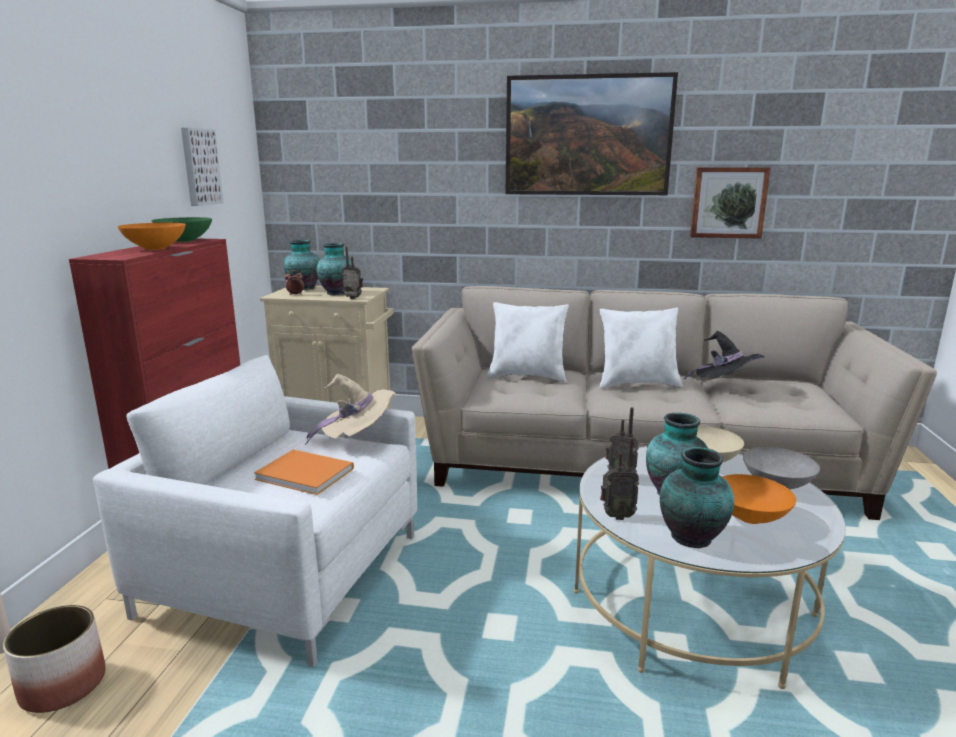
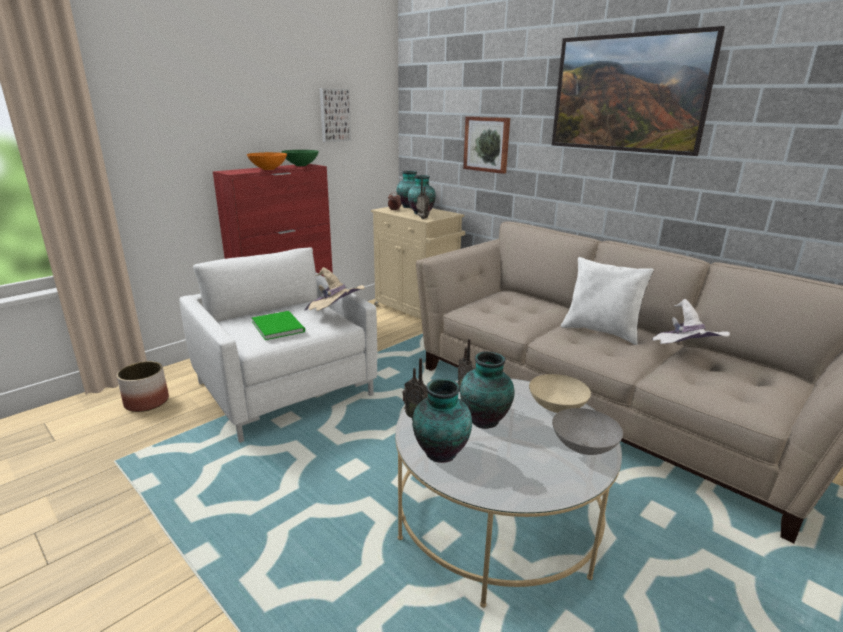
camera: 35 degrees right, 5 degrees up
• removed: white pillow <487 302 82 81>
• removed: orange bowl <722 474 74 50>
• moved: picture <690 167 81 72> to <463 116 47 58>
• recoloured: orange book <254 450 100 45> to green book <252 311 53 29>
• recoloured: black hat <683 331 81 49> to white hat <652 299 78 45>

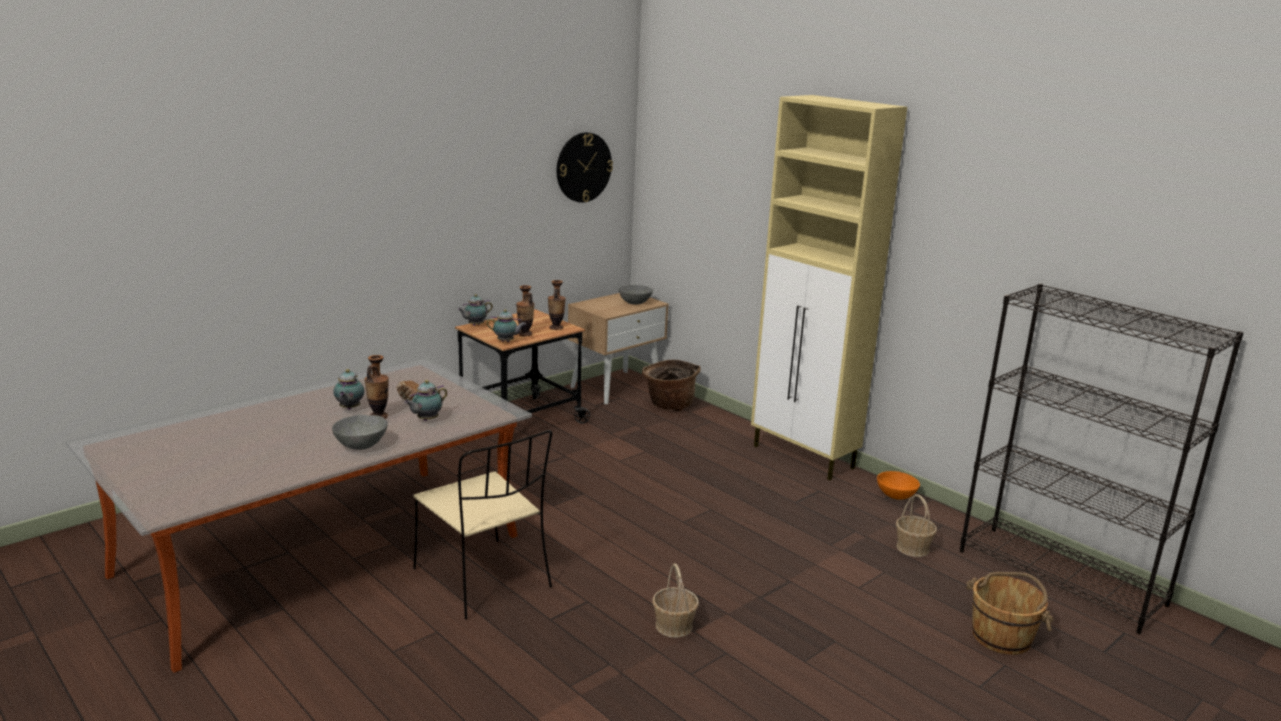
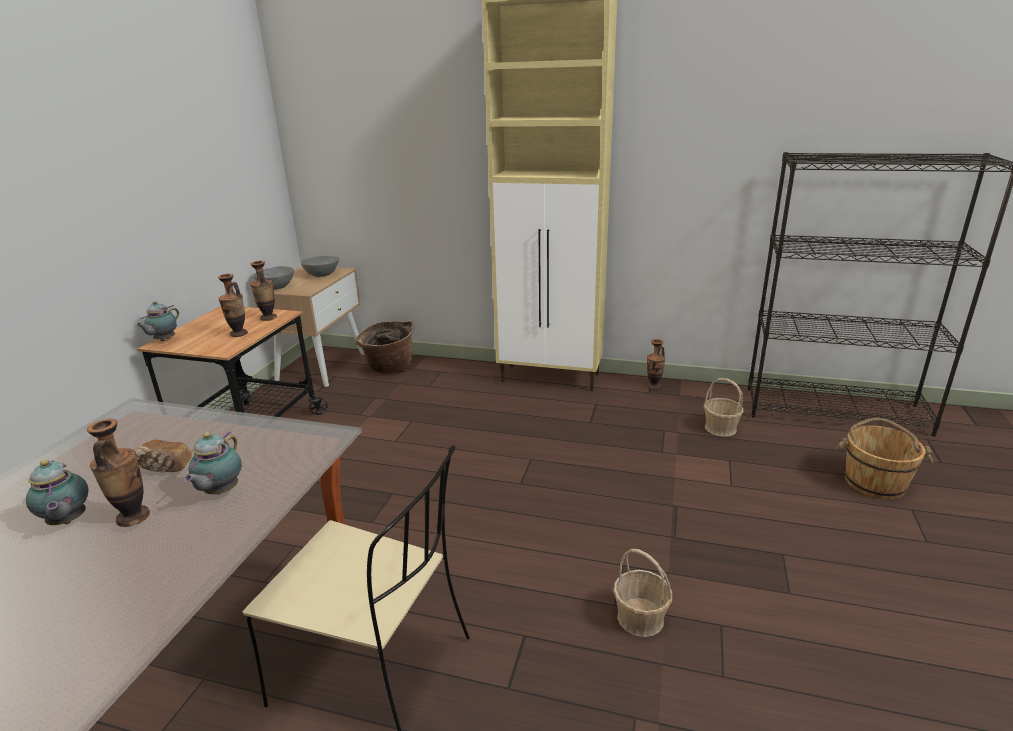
camera: 30 degrees left, 5 degrees up
• removed: teapot <487 309 39 33>
• removed: wall clock <557 132 56 71>
• moved: grey bowl <332 415 56 35> to <254 266 40 24>
• replaced: orange bowl <877 471 43 29> to vase <647 339 18 50>

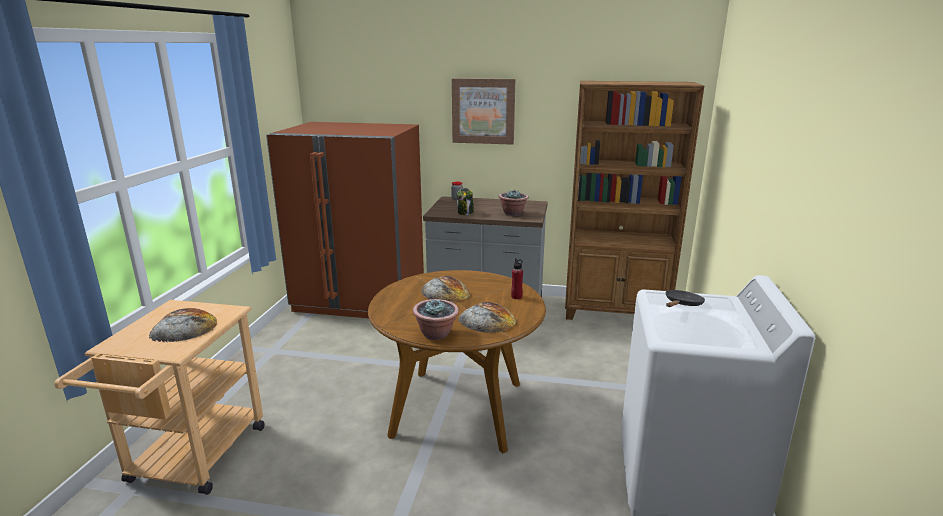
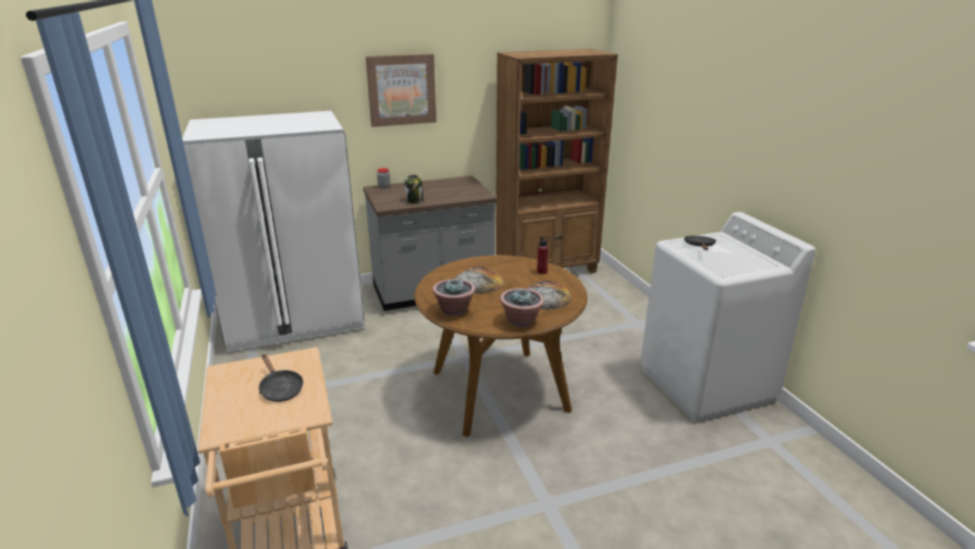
camera: 30 degrees left, 5 degrees up
• moved: potted plant <499 190 30 26> to <432 278 43 39>
• replaced: bread <149 308 68 34> to black frying pan <259 354 44 48>
• recoloured: brown fridge <266 122 158 196> to white fridge <182 111 182 241>

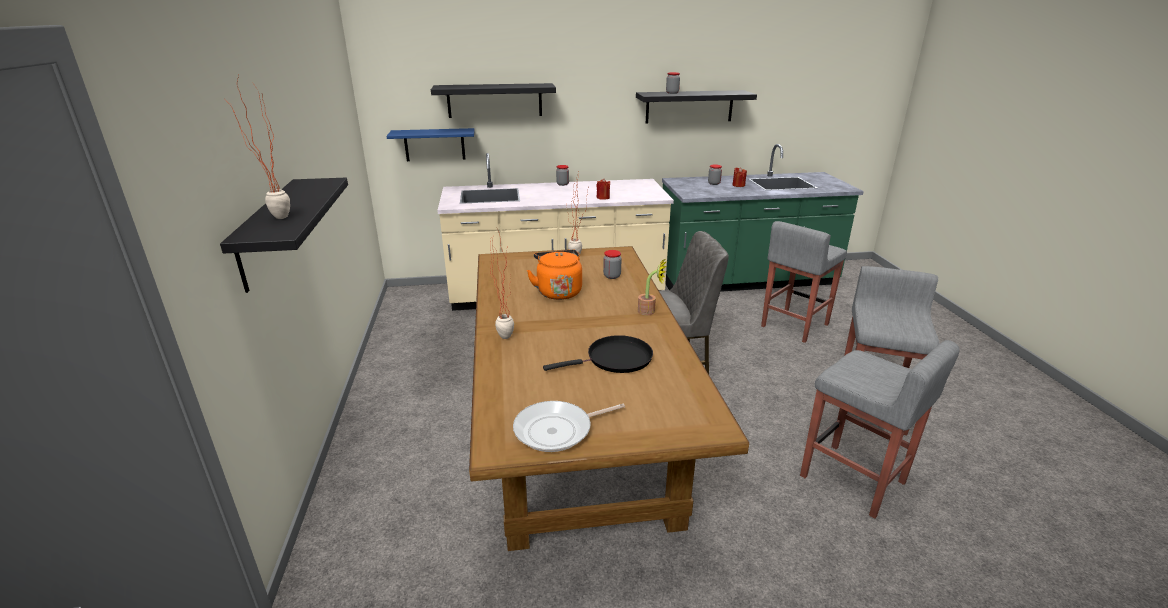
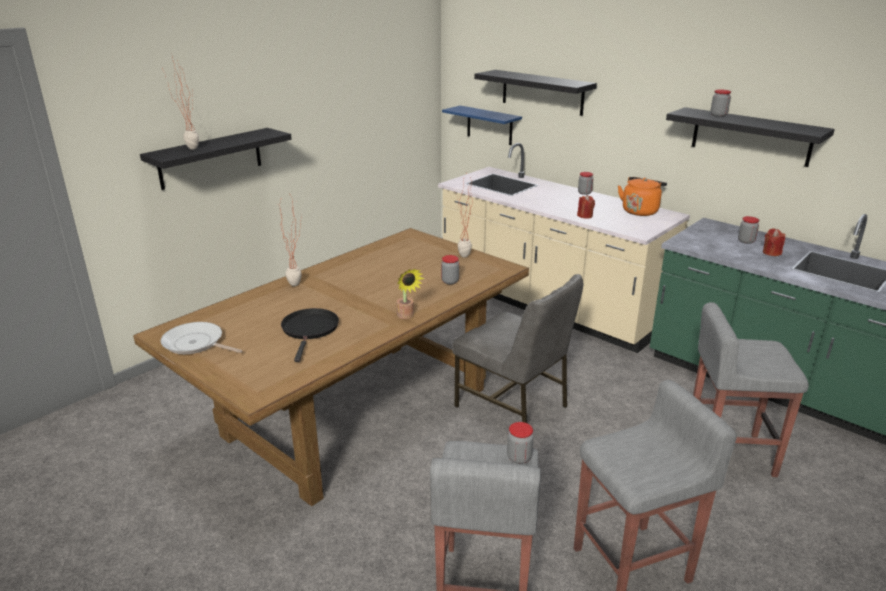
camera: 50 degrees right, 0 degrees up
• added: jar <507 422 27 42>
• moved: orange kettle <527 250 55 50> to <618 177 49 39>
• turned: black frying pan <543 335 110 38> = <281 308 58 54> 120 degrees counterclockwise

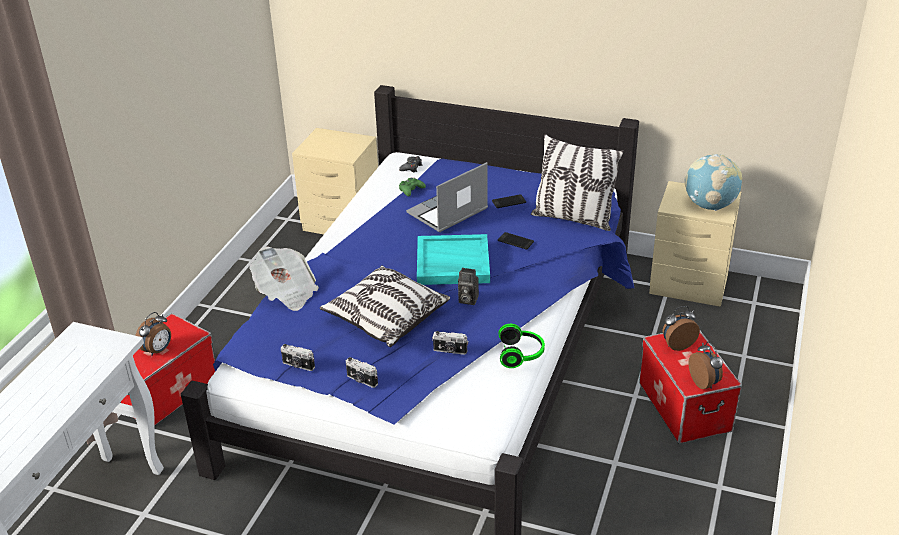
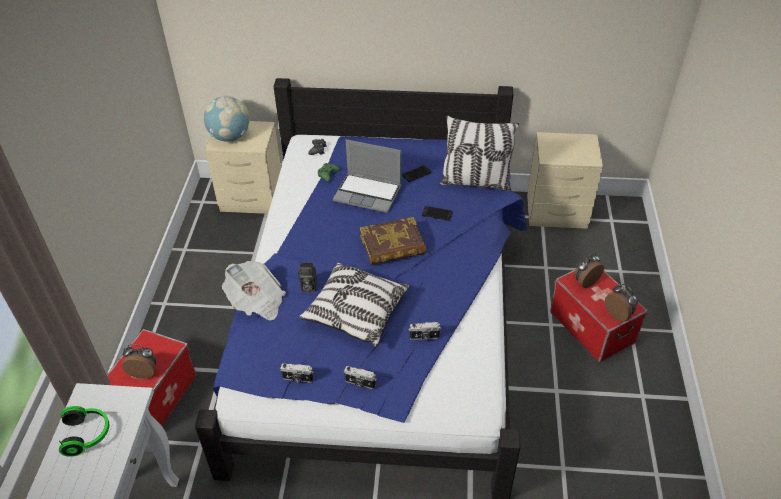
camera: 15 degrees left, 10 degrees up
• moved: photo camera <458 268 21 37> to <298 262 19 30>
• moved: headphones <499 324 46 44> to <59 406 50 51>
• moved: globe <684 154 58 57> to <203 96 47 46>
• replaced: turquoise tray <417 234 73 51> to book <360 217 66 48>
• turned: alarm clock <135 312 36 44> = <122 344 34 35> 105 degrees counterclockwise
• turned: laptop <406 162 82 70> = <333 139 69 74> 105 degrees counterclockwise

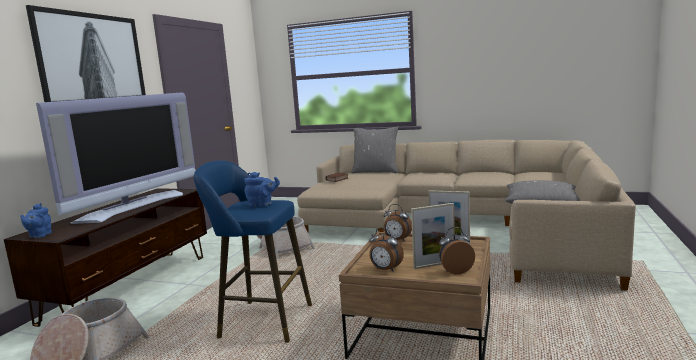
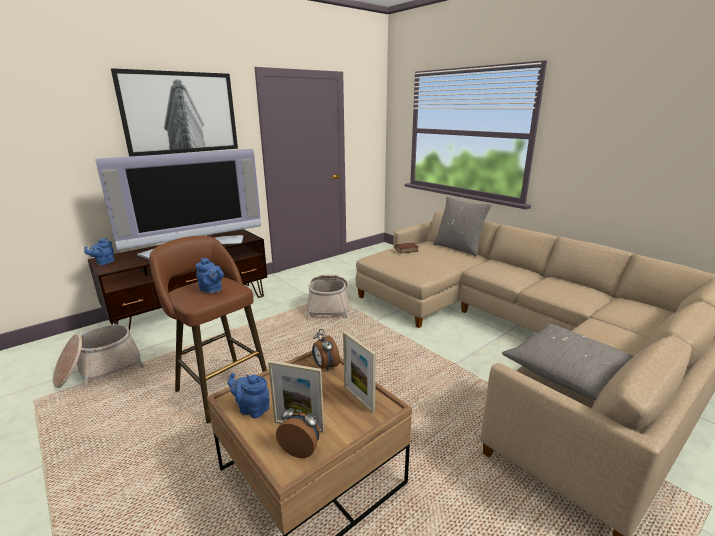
camera: 30 degrees right, 10 degrees up
• replaced: alarm clock <369 228 35 44> to blue teapot <228 373 42 45>
• recoloured: blue stool <194 160 118 183> to brown stool <149 236 118 187>

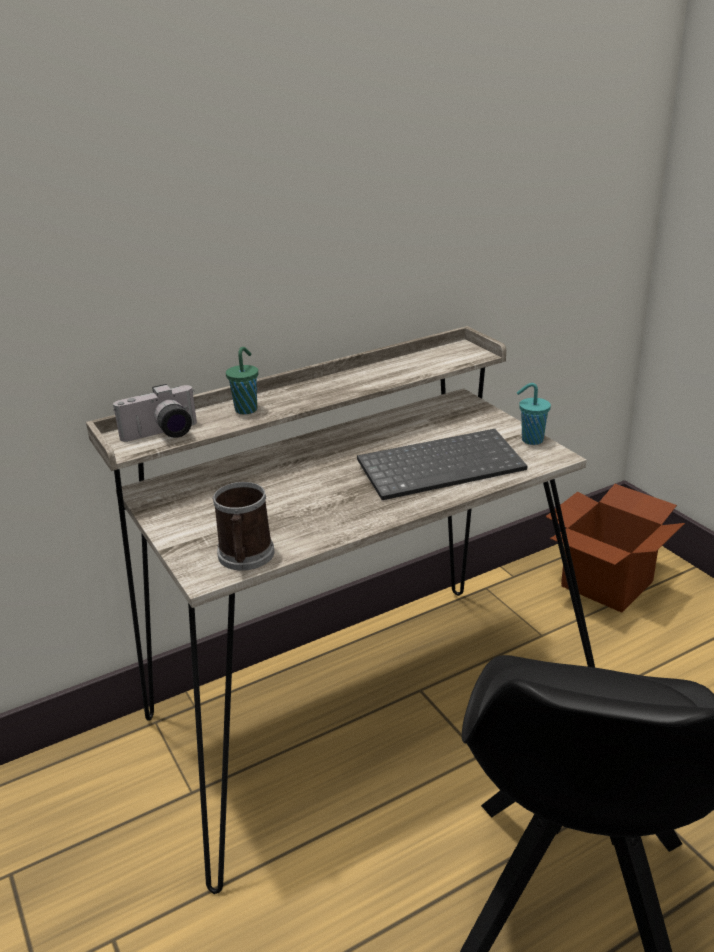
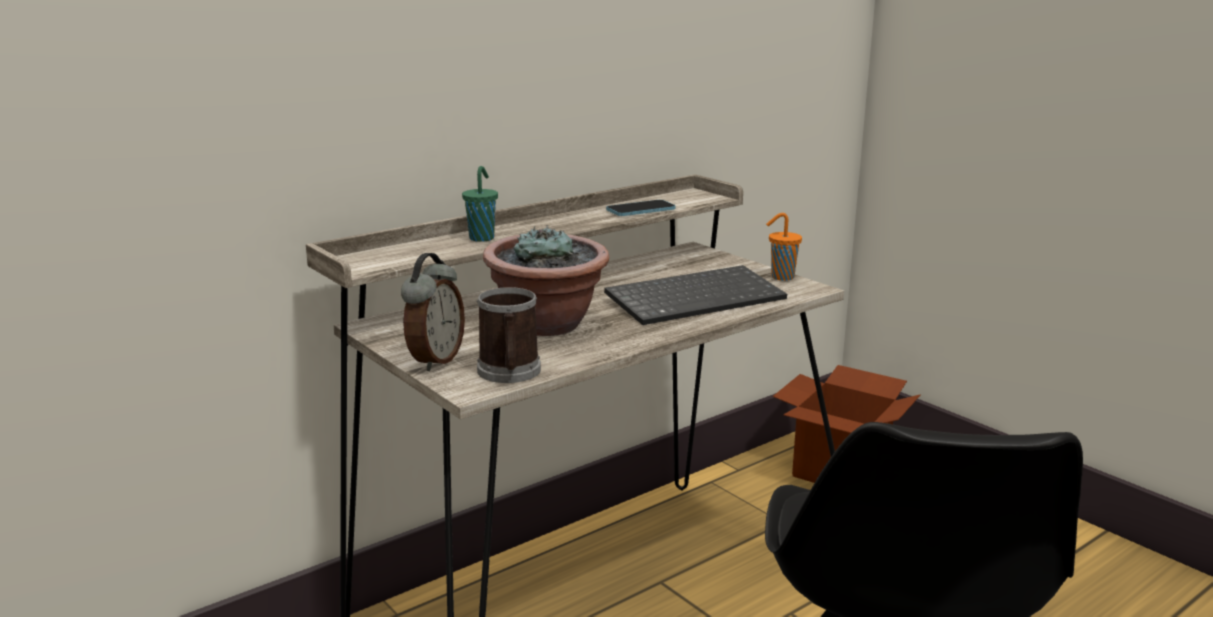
camera: 10 degrees left, 10 degrees down
• removed: photo camera <113 384 84 58>
• added: alarm clock <401 253 64 118>
• added: potted plant <483 225 126 111>
• added: phone <606 200 70 16>
• recoloured: turquoise cup <517 383 34 62> to orange cup <766 213 36 68>

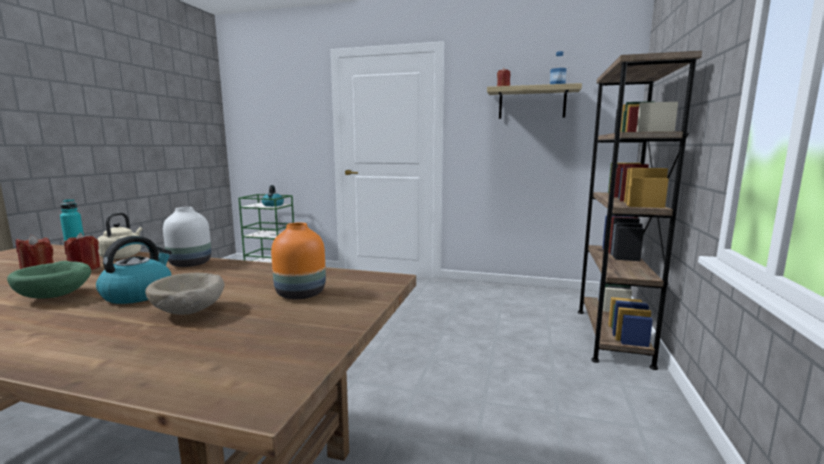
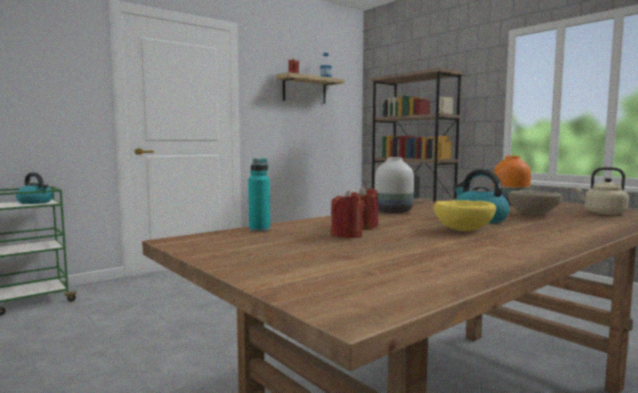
camera: 55 degrees left, 5 degrees down
• moved: beige kettle <97 212 45 47> to <575 167 54 48>
• recoloured: green bowl <7 261 84 38> to yellow bowl <434 200 62 31>

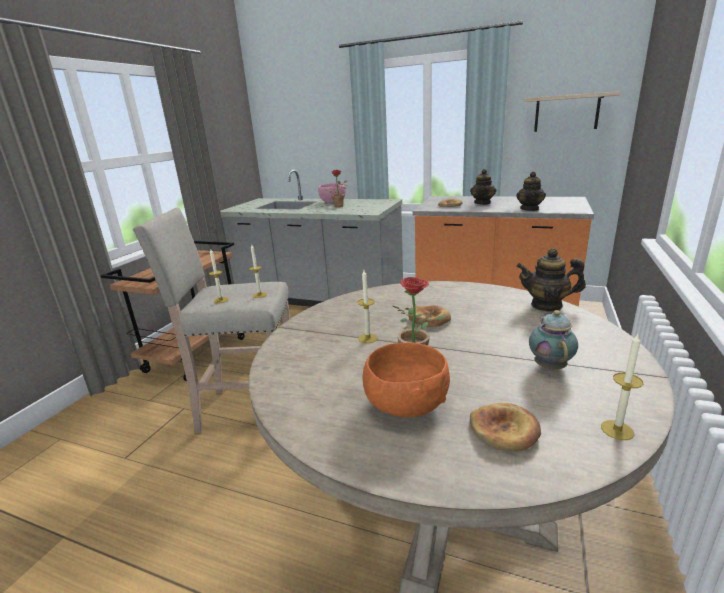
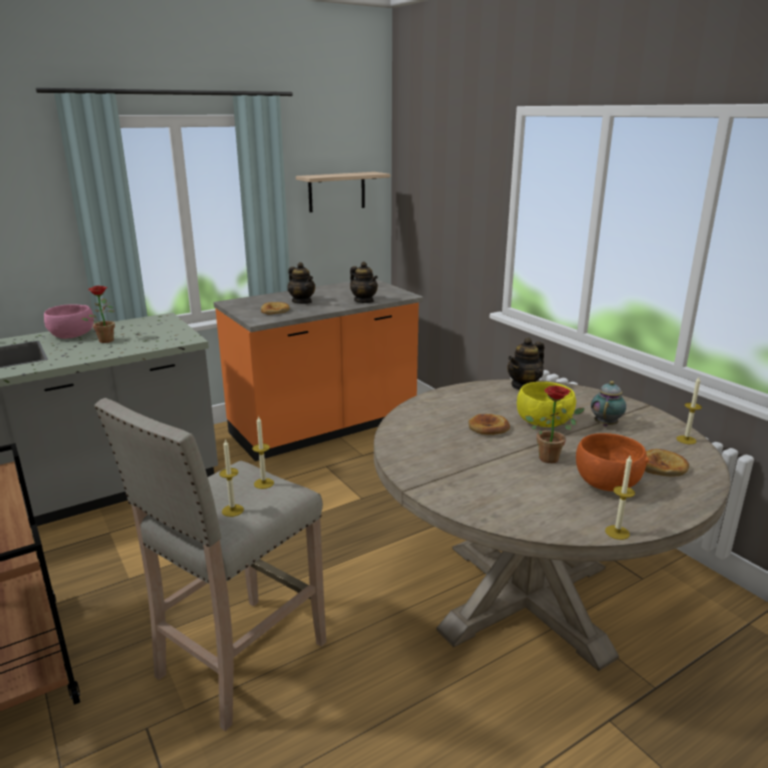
camera: 55 degrees left, 0 degrees up
• added: yellow bowl <517 382 59 45>
• moved: candle <357 270 21 73> to <605 456 30 84>
• turned: teapot <529 310 49 60> = <591 381 35 45> 75 degrees clockwise

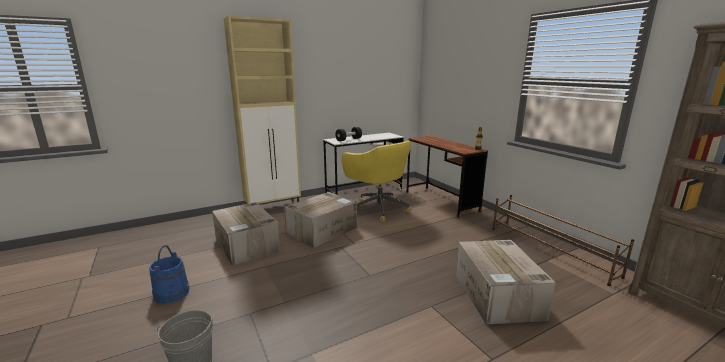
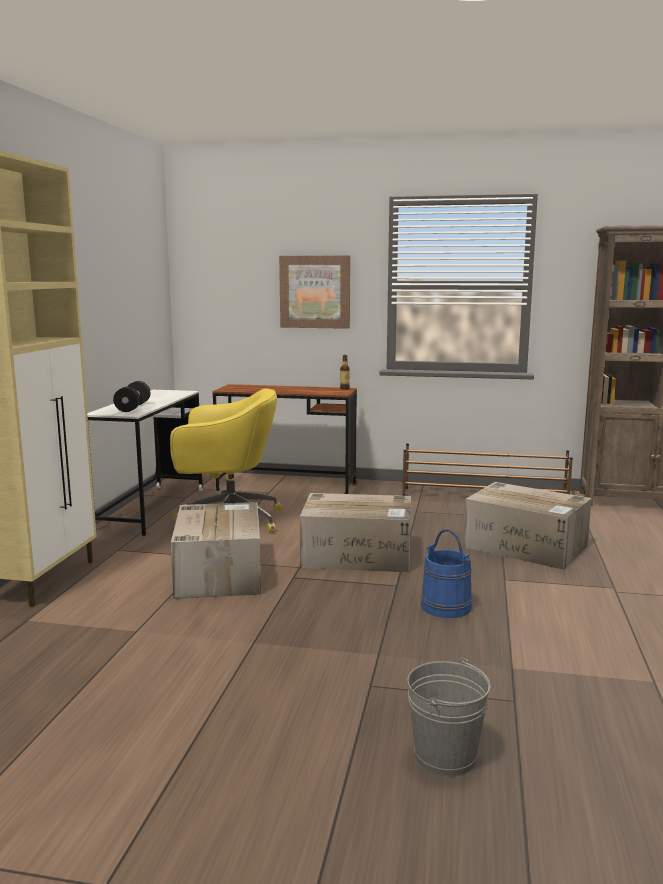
camera: 50 degrees left, 5 degrees down
• added: picture <279 256 71 73>
• moved: blue bucket <149 245 41 58> to <421 529 51 89>
• moved: cardboard box <212 202 68 63> to <300 493 111 80>

